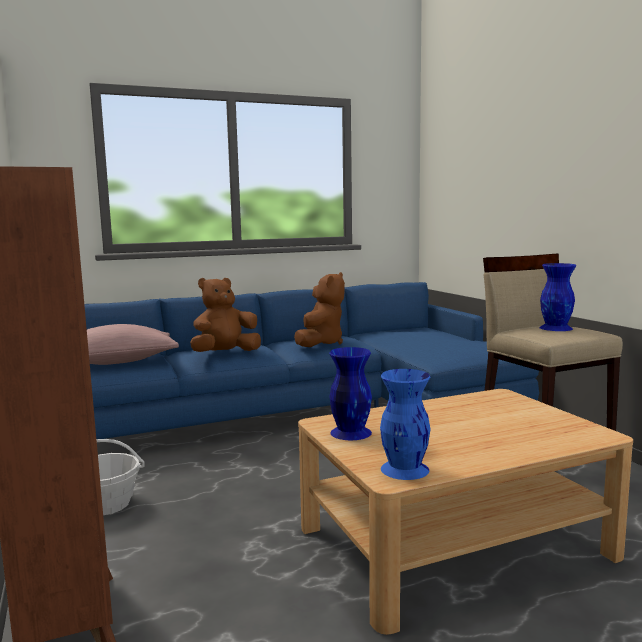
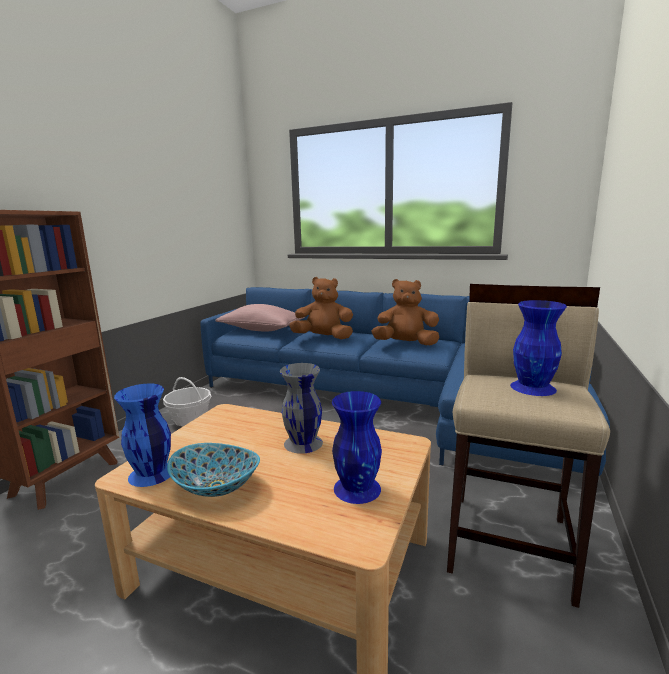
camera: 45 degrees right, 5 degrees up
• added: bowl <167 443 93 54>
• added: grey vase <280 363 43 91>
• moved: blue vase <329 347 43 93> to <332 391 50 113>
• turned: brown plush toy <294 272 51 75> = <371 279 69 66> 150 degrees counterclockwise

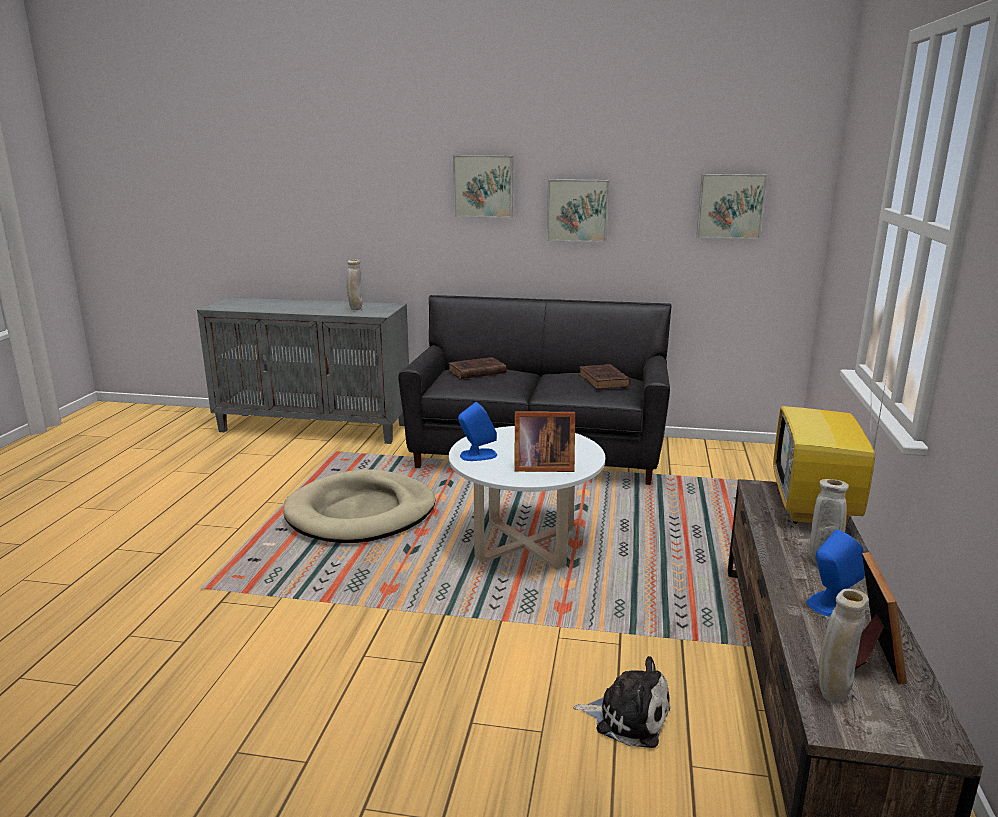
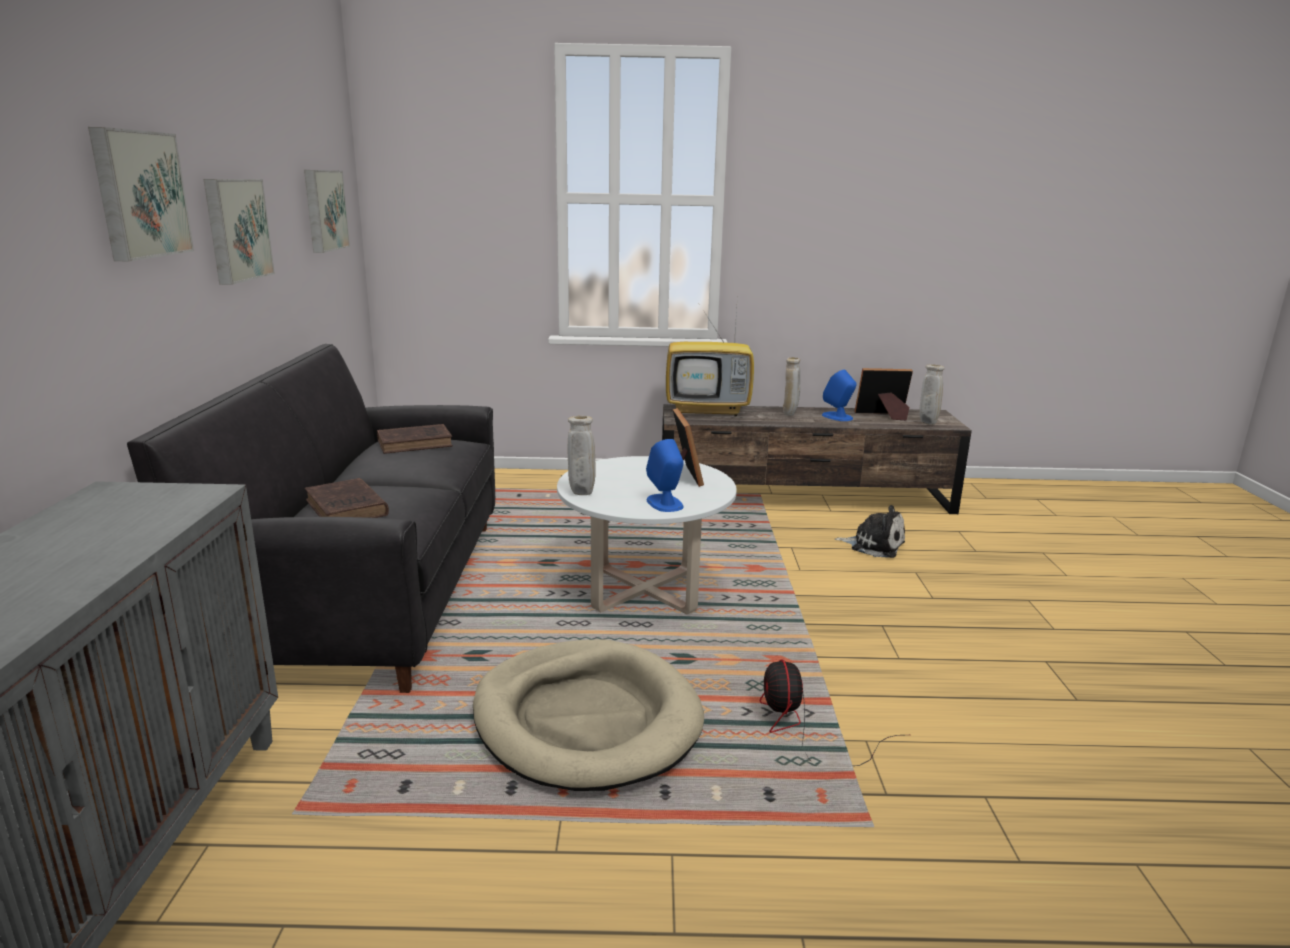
camera: 100 degrees left, 0 degrees up
• added: fan <760 659 141 107>
• moved: beige vase <347 259 16 51> to <568 416 28 79>
• turned: plush toy <573 656 97 92> = <835 505 70 53> 105 degrees clockwise

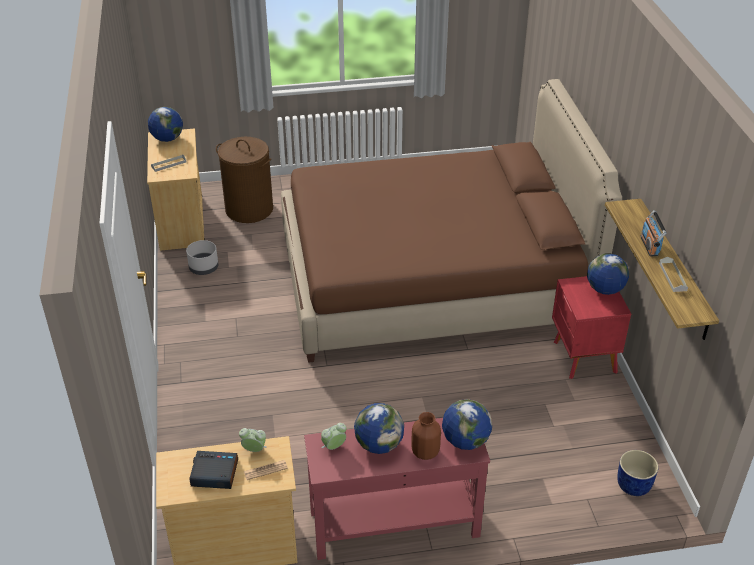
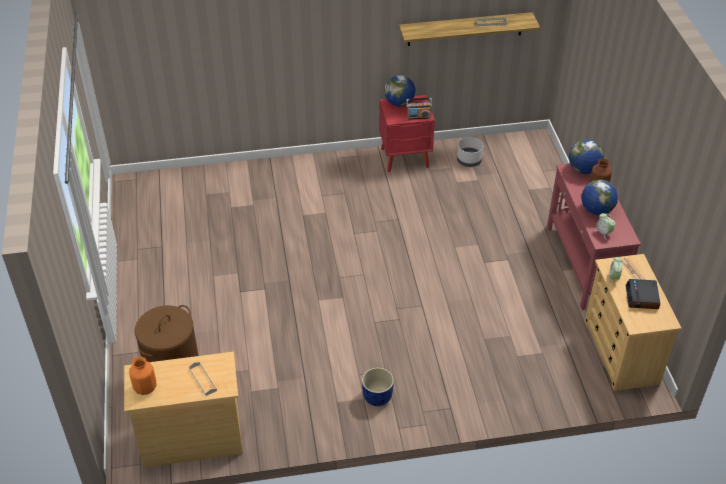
camera: 90 degrees left, 5 degrees up
• removed: brown bed <281 79 341 284>
• moved: grey planter <186 240 32 35> to <457 137 26 30>
• moved: blue planter <617 450 41 46> to <362 367 32 39>
• moved: radio <641 211 26 45> to <407 98 25 22>
• replaced: globe <148 107 35 35> to orange vase <129 356 27 39>

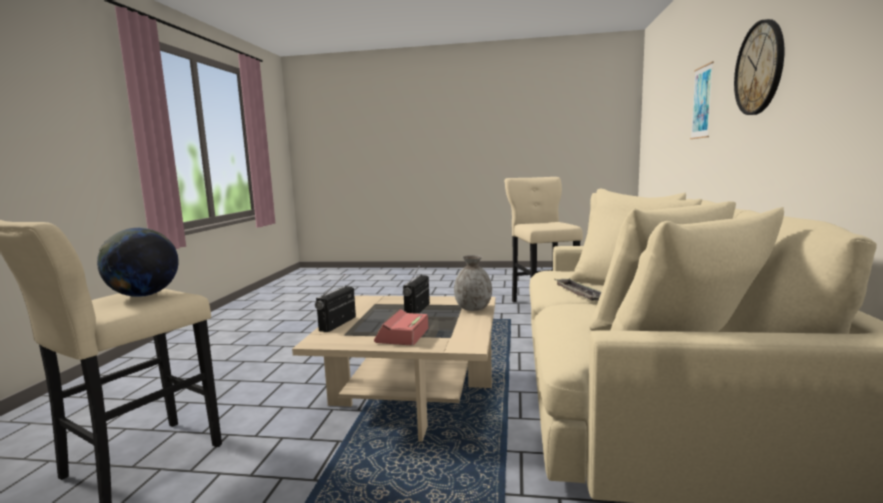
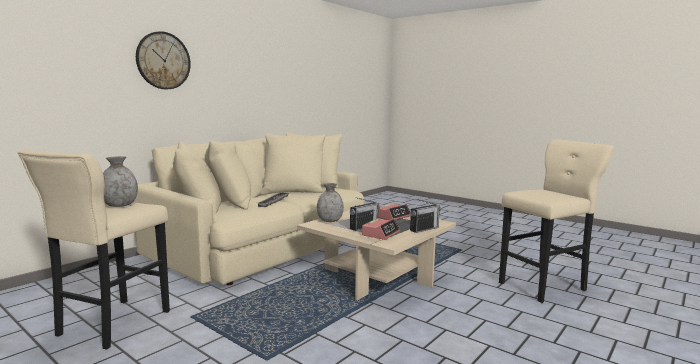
camera: 150 degrees left, 0 degrees up
• removed: globe <97 227 82 70>
• removed: picture <690 61 24 78>
• added: grey vase <103 156 35 51>
• added: alarm clock <362 218 38 22>

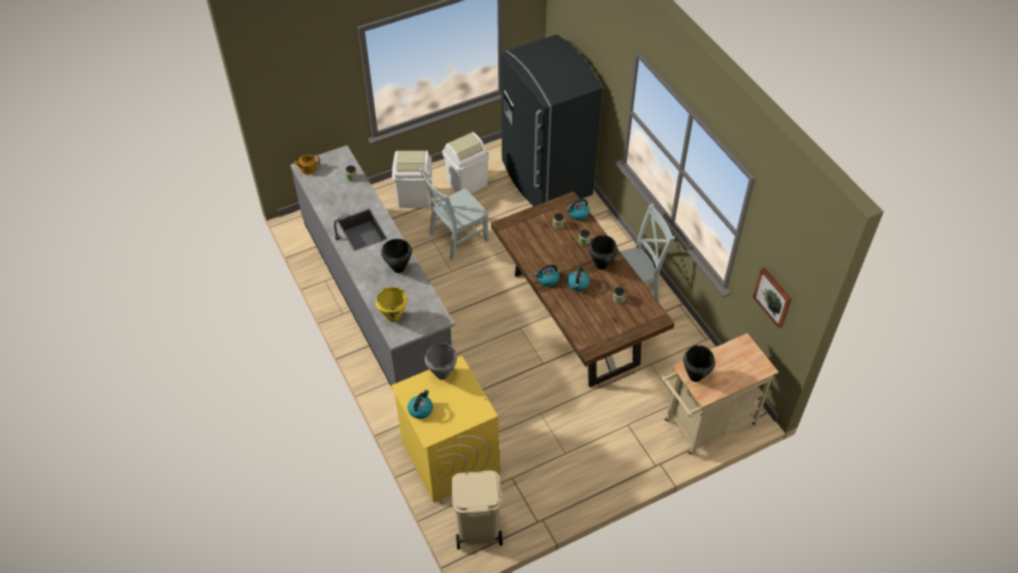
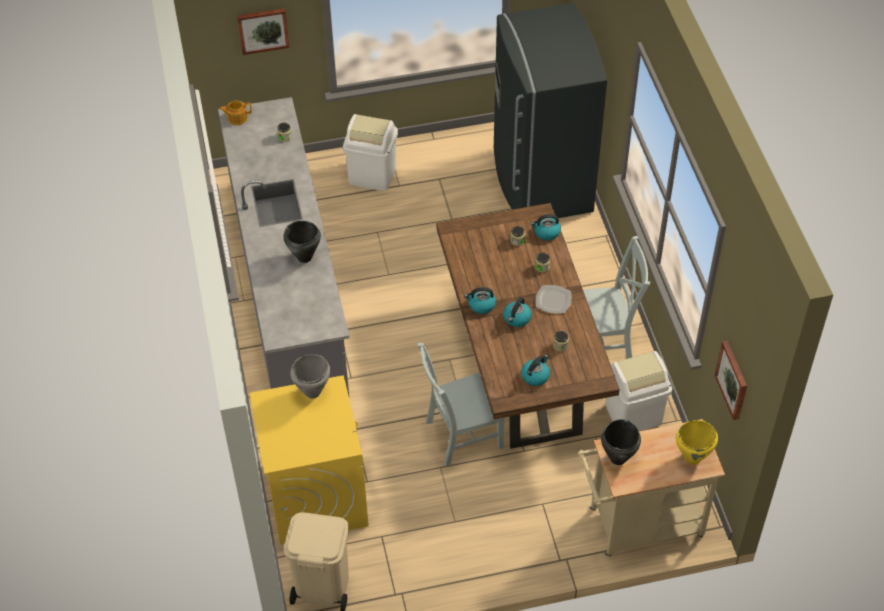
camera: 15 degrees right, 0 degrees up
• added: picture <237 8 53 47>
• moved: yellow cooking pot <376 287 31 35> to <676 420 42 45>
• moved: kettle <408 390 25 29> to <521 355 29 31>
• moved: grey chair <419 168 70 92> to <417 343 88 124>
• moved: white trash can <442 132 47 61> to <606 351 66 80>
• replaced: black cooking pot <589 235 29 35> to plate <536 285 36 28>

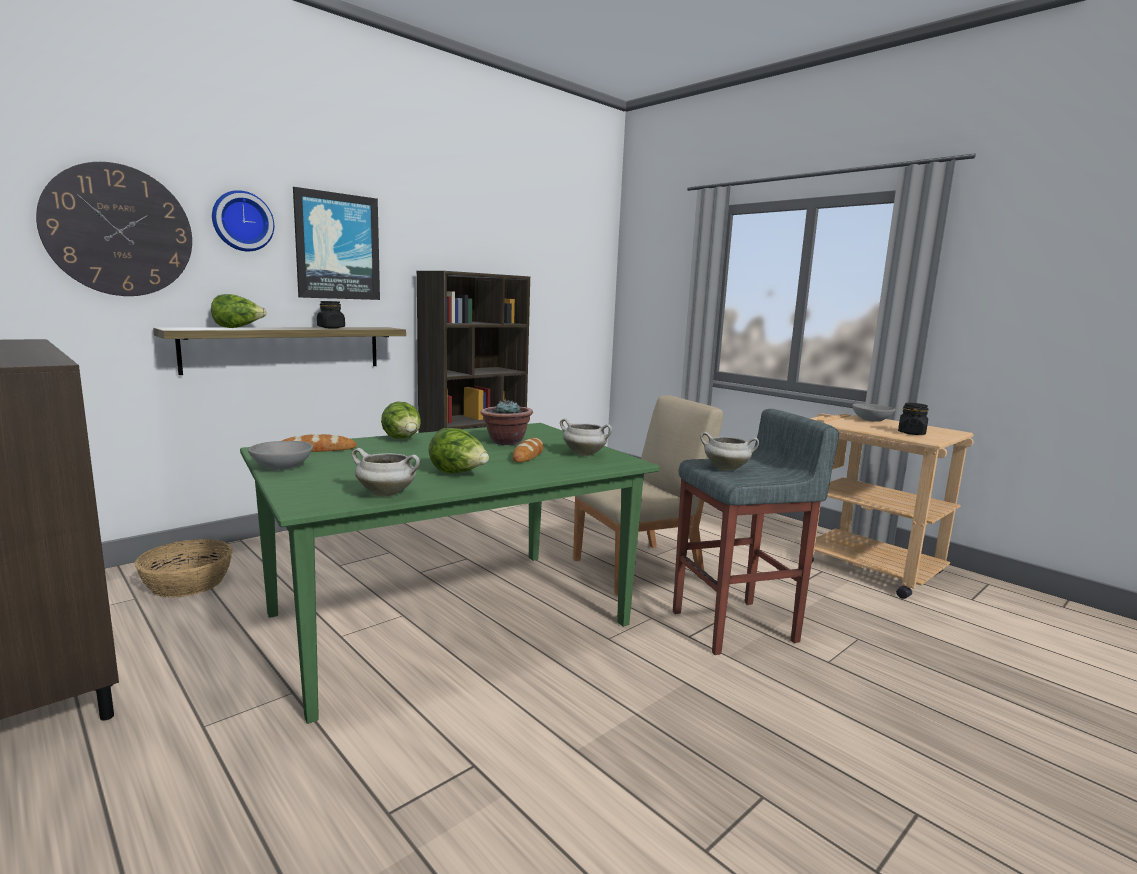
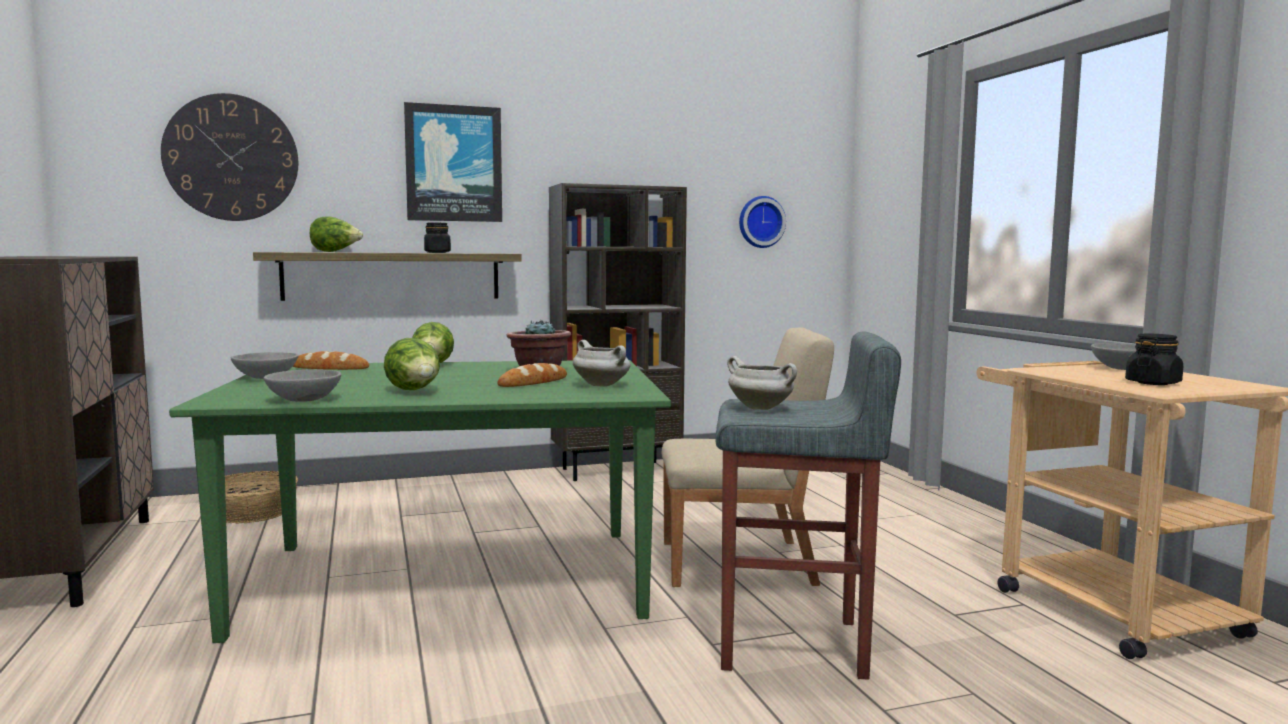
camera: 25 degrees right, 5 degrees down
• moved: wall clock <212 190 62 61> to <739 196 47 52>
• replaced: white cooking pot <352 448 68 49> to grey bowl <264 369 77 33>

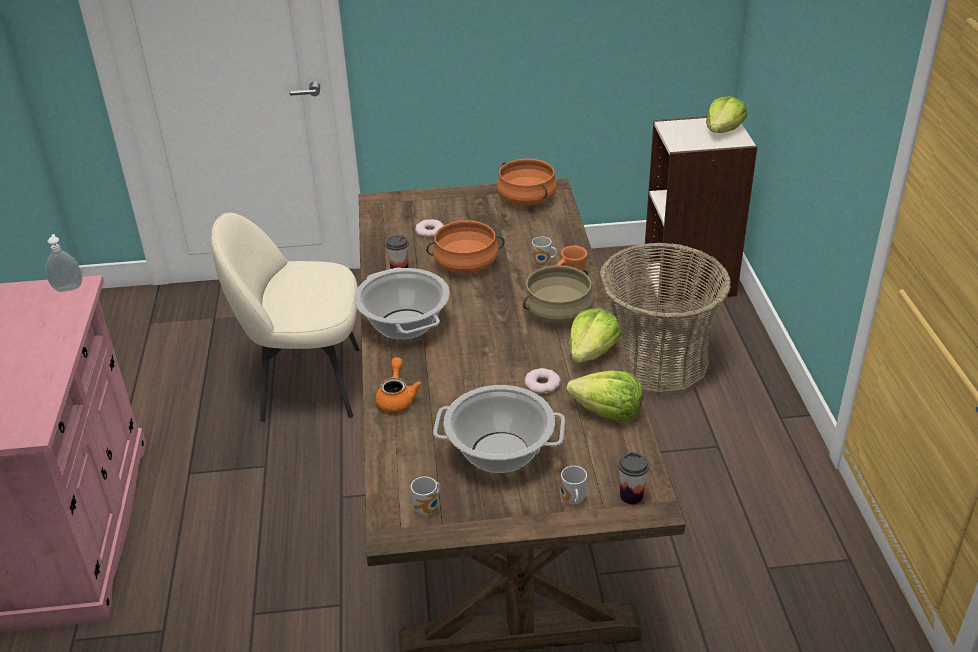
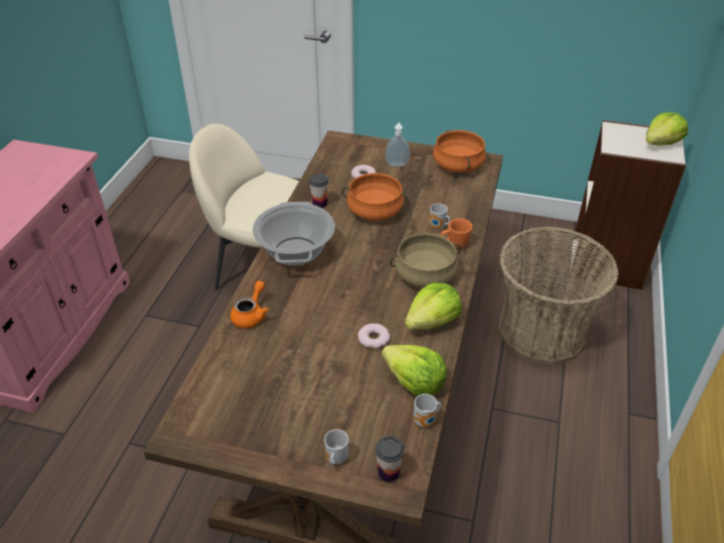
camera: 20 degrees right, 5 degrees up
• removed: cooking pot <433 385 132 88>
• moved: soap dispenser <46 234 36 58> to <385 123 25 44>
• moved: mug <411 476 29 39> to <414 394 27 33>

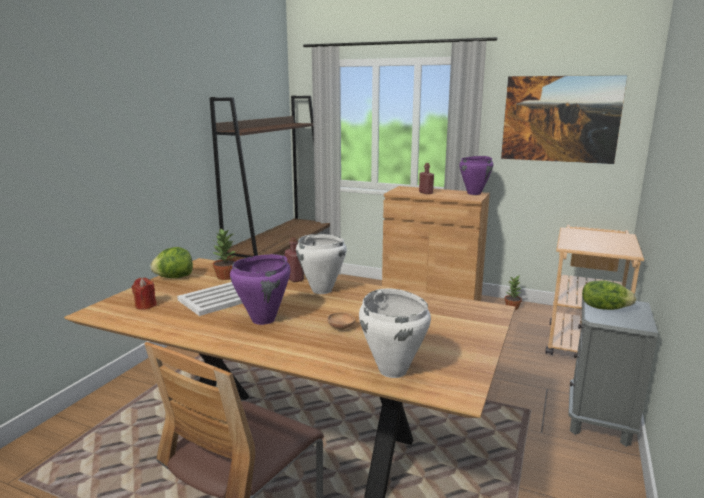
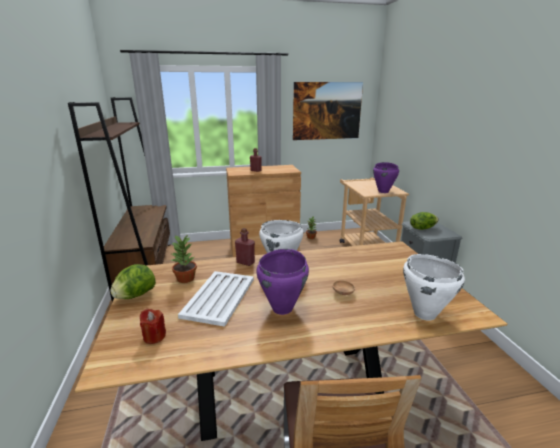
camera: 35 degrees left, 5 degrees up
• moved: purple cooking pot <460 156 33 39> to <373 162 26 31>

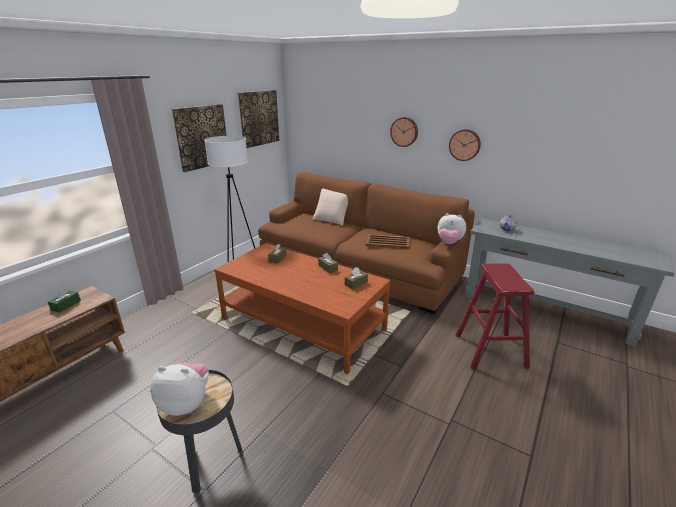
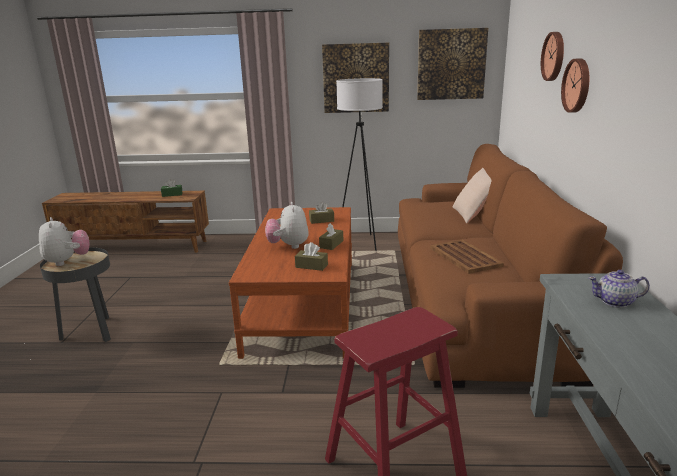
camera: 60 degrees right, 5 degrees down
• moved: plush toy <438 213 29 31> to <265 202 44 47>
• moved: wall clock <449 129 32 32> to <541 32 23 49>

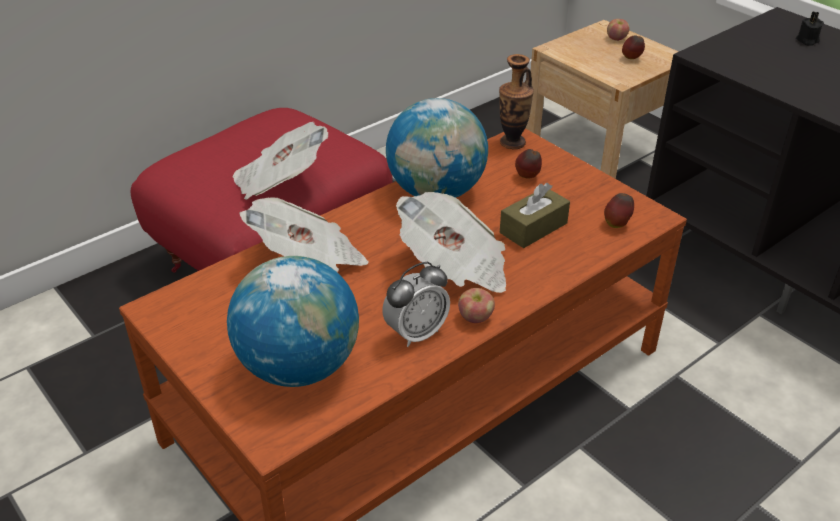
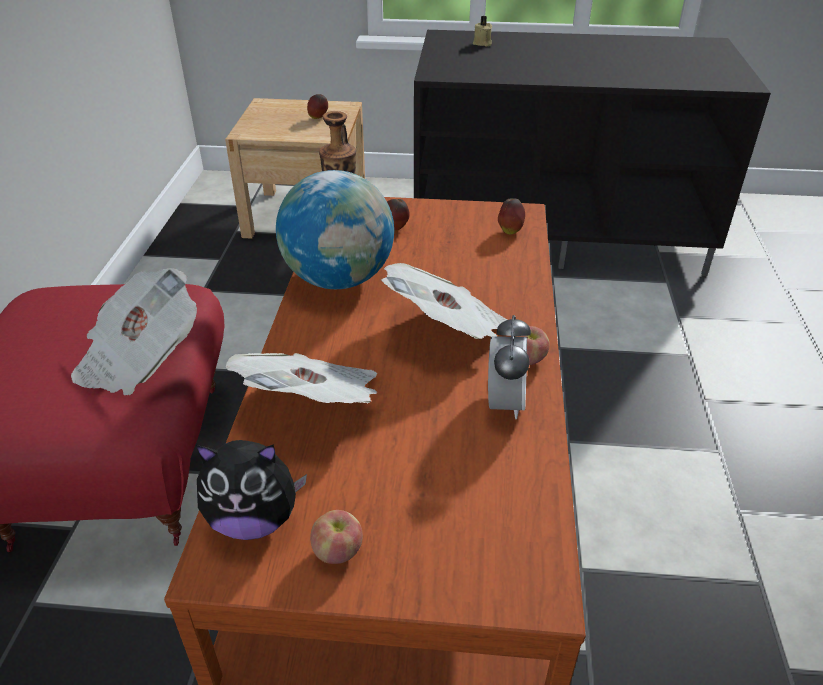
camera: 45 degrees left, 0 degrees up
• removed: globe <227 256 132 131>
• removed: brown tissue box <500 183 70 65>
• added: plush toy <196 440 111 100>
• moved: apple <607 19 23 22> to <310 510 53 54>
• recoloured: black candle <796 11 28 35> to beige candle <473 16 19 30>

